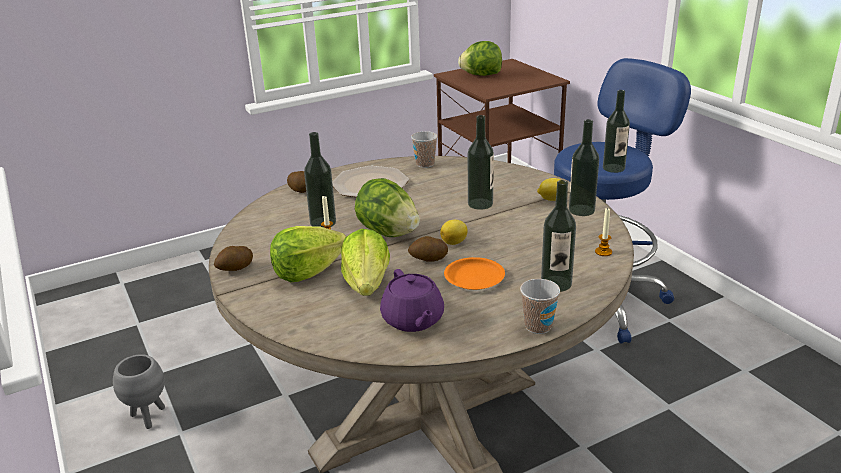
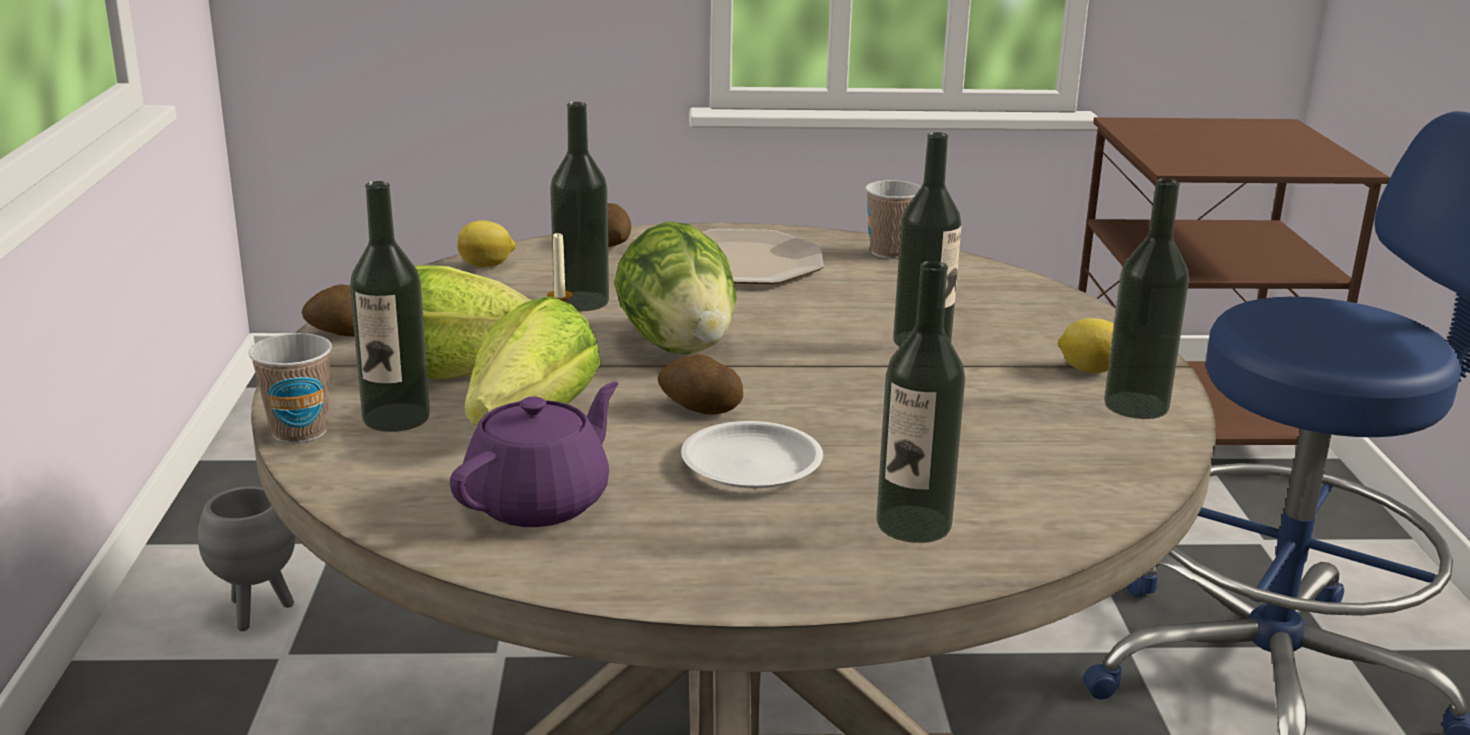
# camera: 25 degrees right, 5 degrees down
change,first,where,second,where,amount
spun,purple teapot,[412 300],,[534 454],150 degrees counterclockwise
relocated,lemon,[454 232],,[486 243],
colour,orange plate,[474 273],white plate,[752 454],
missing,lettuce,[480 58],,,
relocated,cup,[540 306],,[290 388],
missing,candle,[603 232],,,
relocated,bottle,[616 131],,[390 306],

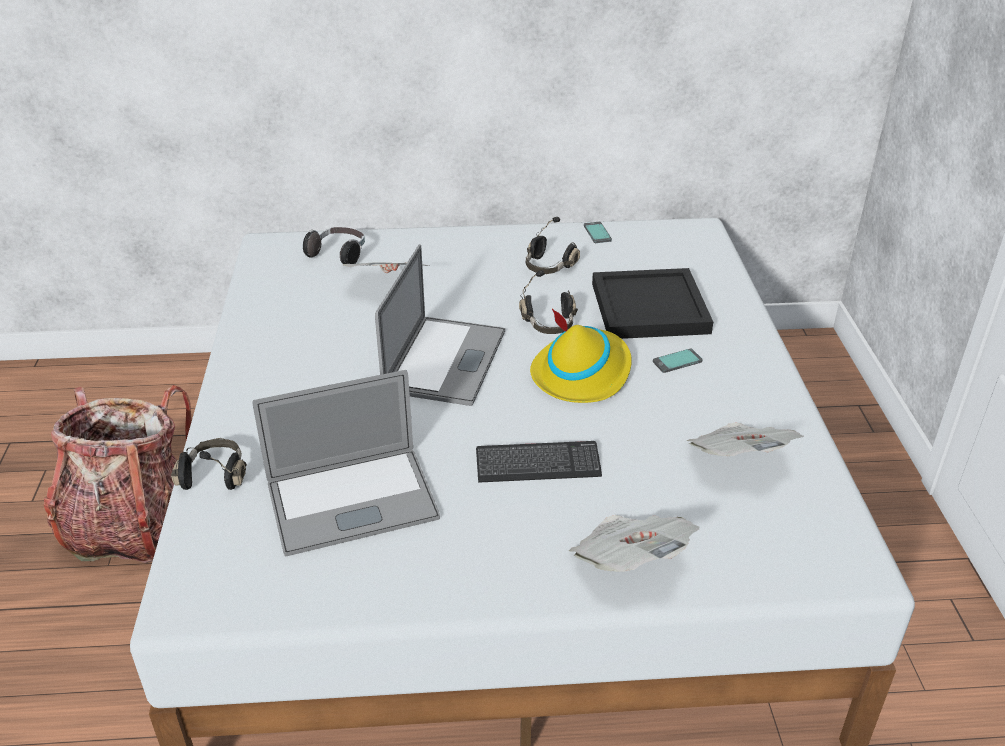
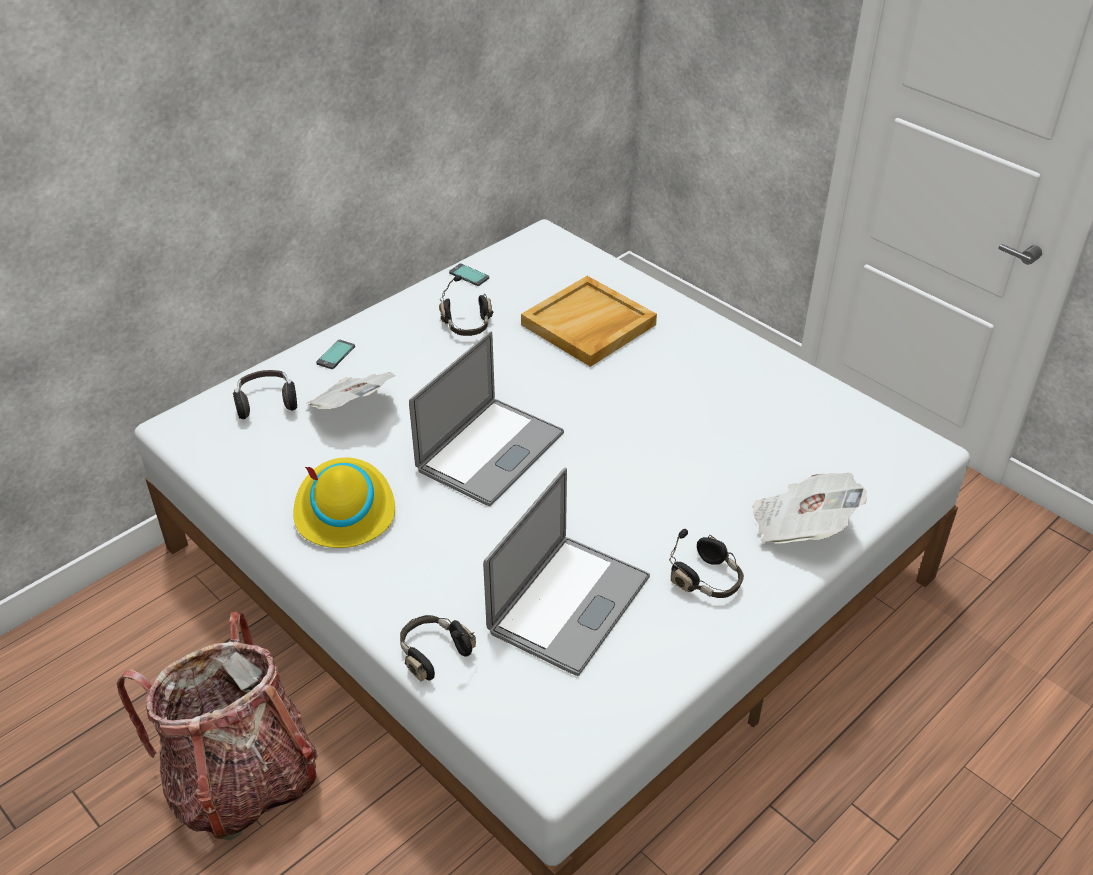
# camera: 40 degrees left, 5 degrees up
change,first,where,second,where,amount
spun,laptop,[440 325],,[486 418],60 degrees clockwise
missing,keyboard,[539 462],,,
relocated,black headphones,[548 302],,[706 563],
relocated,yellow hat,[581 356],,[344 502],
colour,black tray,[652 303],beige tray,[589 321],
relocated,phone,[678 361],,[335 354],
missing,newspaper,[745 439],,,

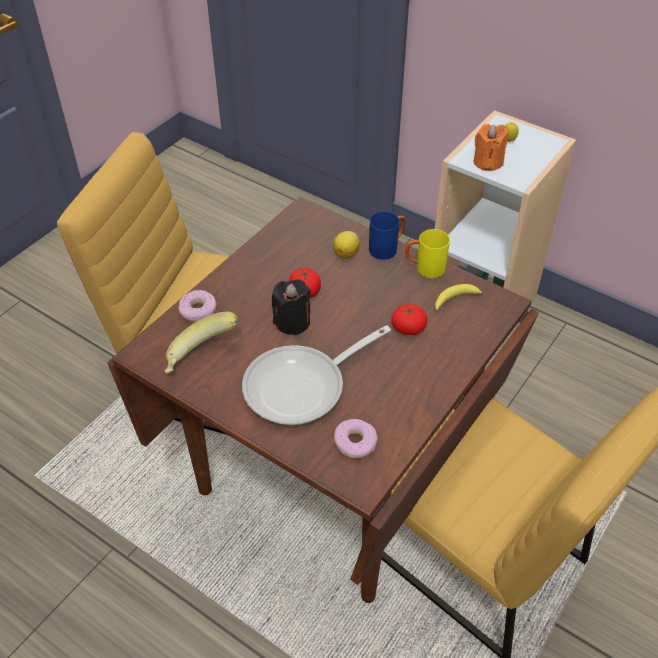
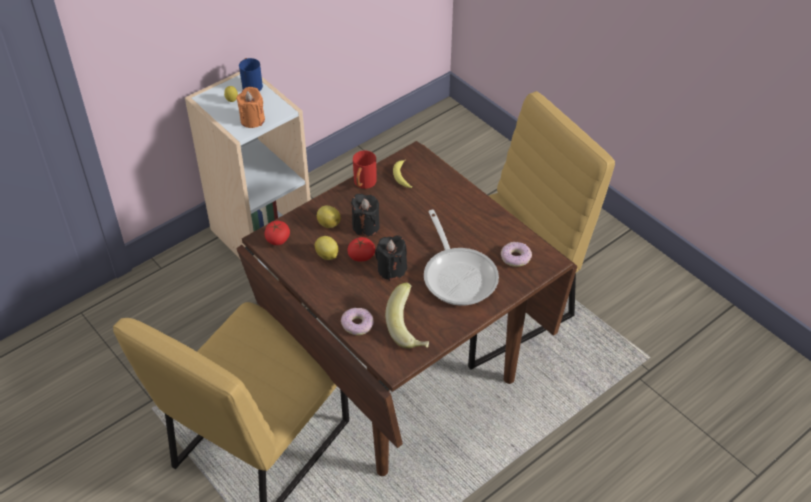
# camera: 75 degrees left, 0 degrees up
change,first,where,second,where,amount
relocated,blue mug,[387 235],,[251 74],
relocated,tomato,[409 319],,[277 233],
colour,yellow mug,[427 253],red mug,[365 169],
appeared,,,lemon,[327 248],
appeared,,,black candle,[365 215],

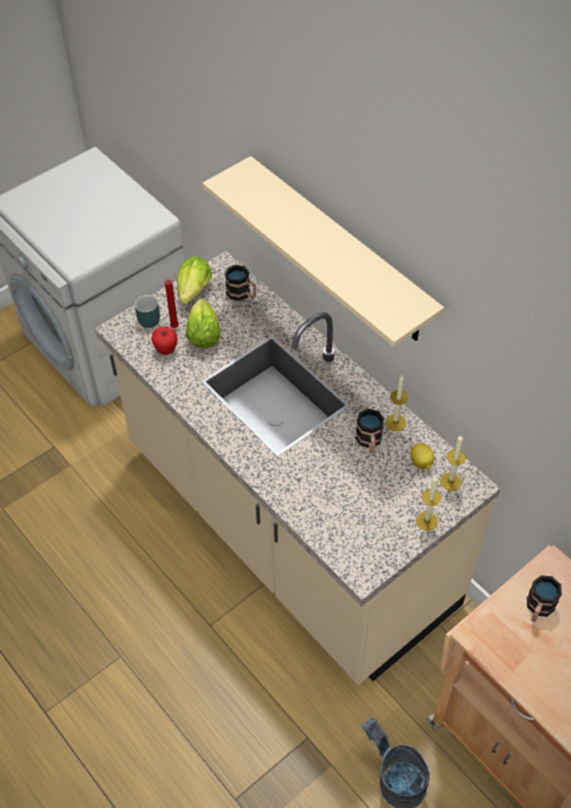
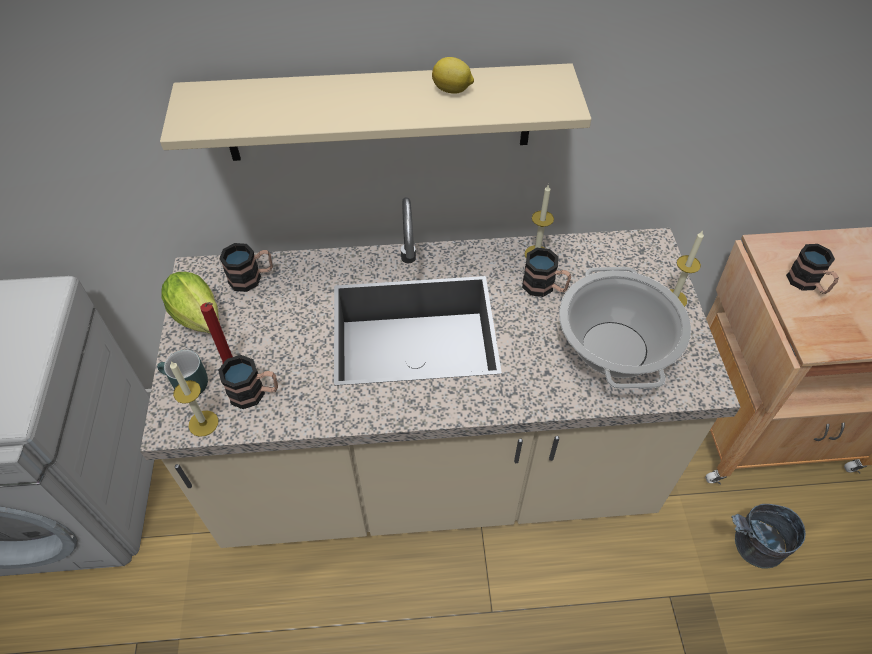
# camera: 55 degrees left, 0 degrees up
change,first,where,second,where,amount
exchanged,apple,[164 341],mug,[248 382],
missing,lettuce,[203 323],,,
relocated,lemon,[422 456],,[453 75],
relocated,candle,[453 463],,[194 399],
appeared,,,cooking pot,[625 328],

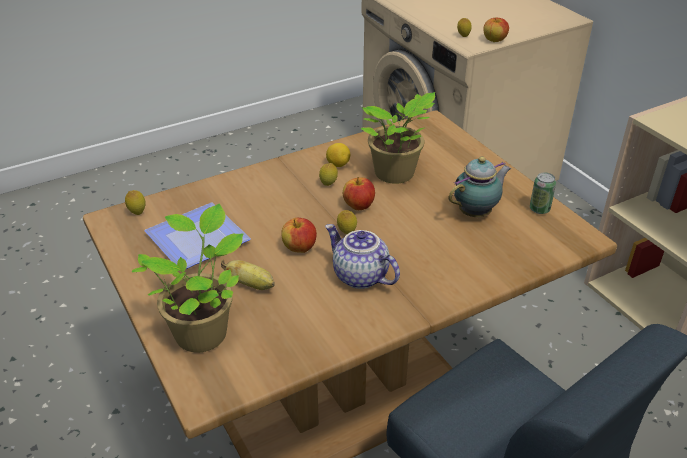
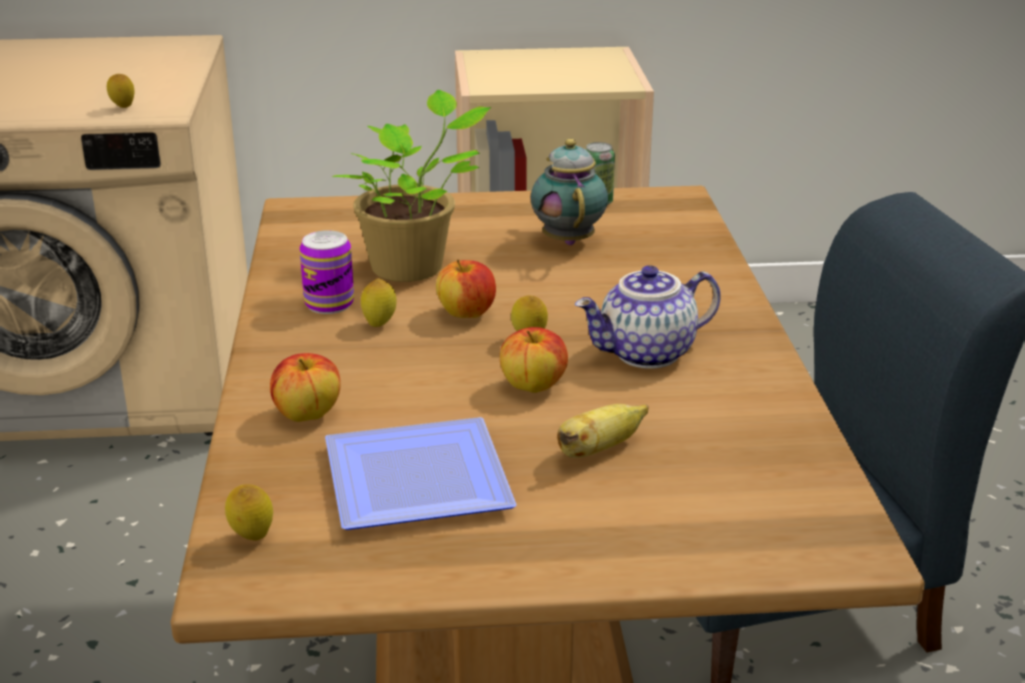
# camera: 65 degrees left, 10 degrees down
change,first,where,second,where,amount
missing,potted plant,[187 278],,,
exchanged,lemon,[338 155],can,[327 272],
relocated,apple,[496 30],,[305 387],

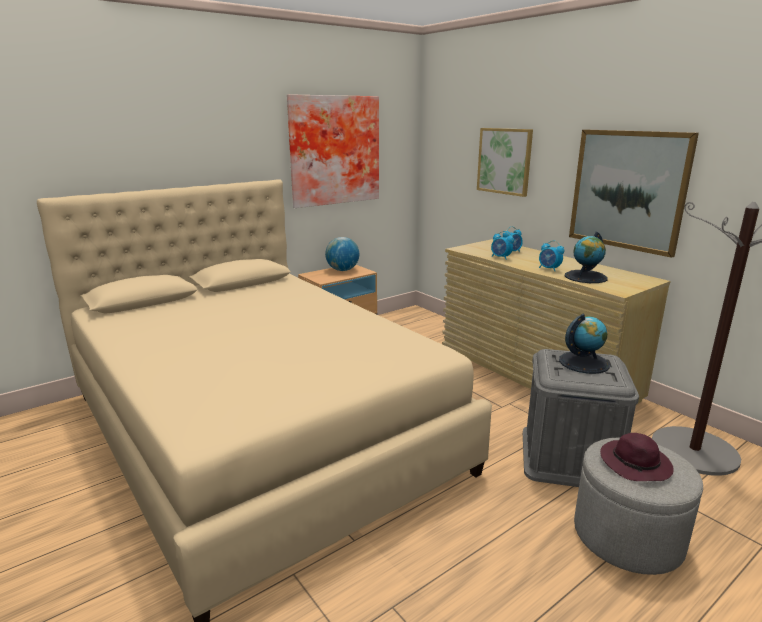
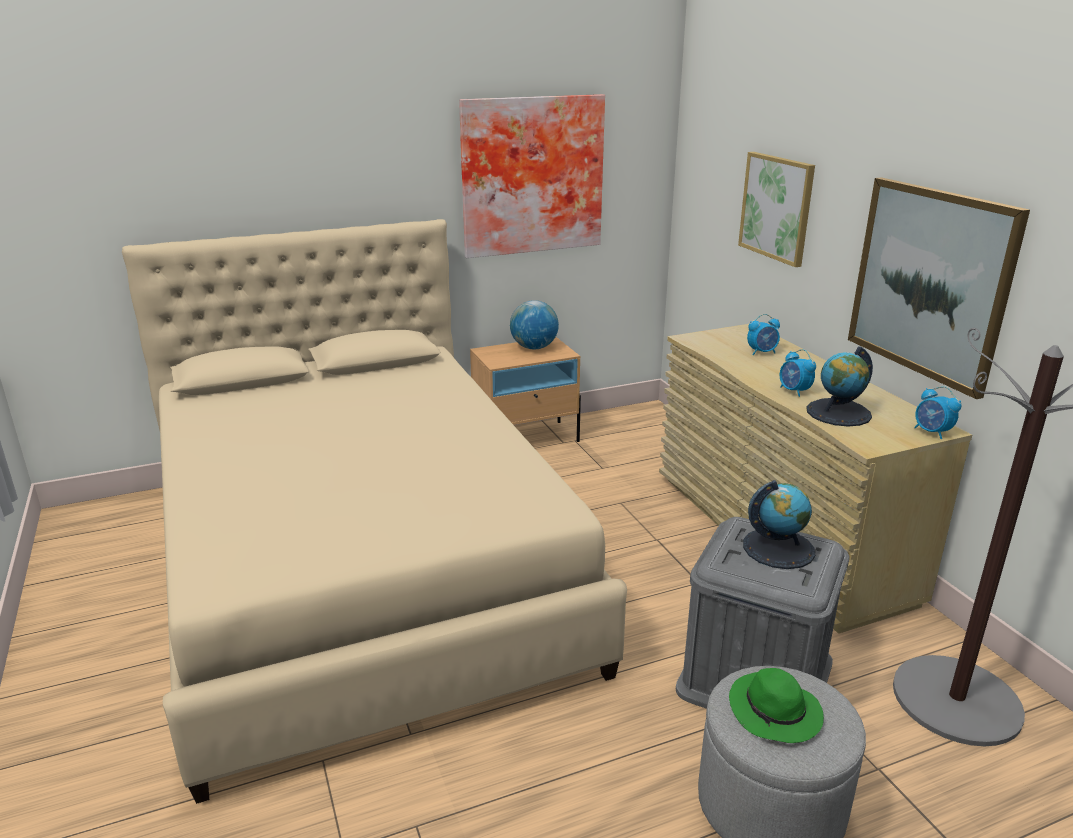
# camera: 15 degrees right, 5 degrees up
change,first,where,second,where,amount
relocated,alarm clock,[502 245],,[938 412],
colour,purple hat,[637 457],green hat,[776 705],

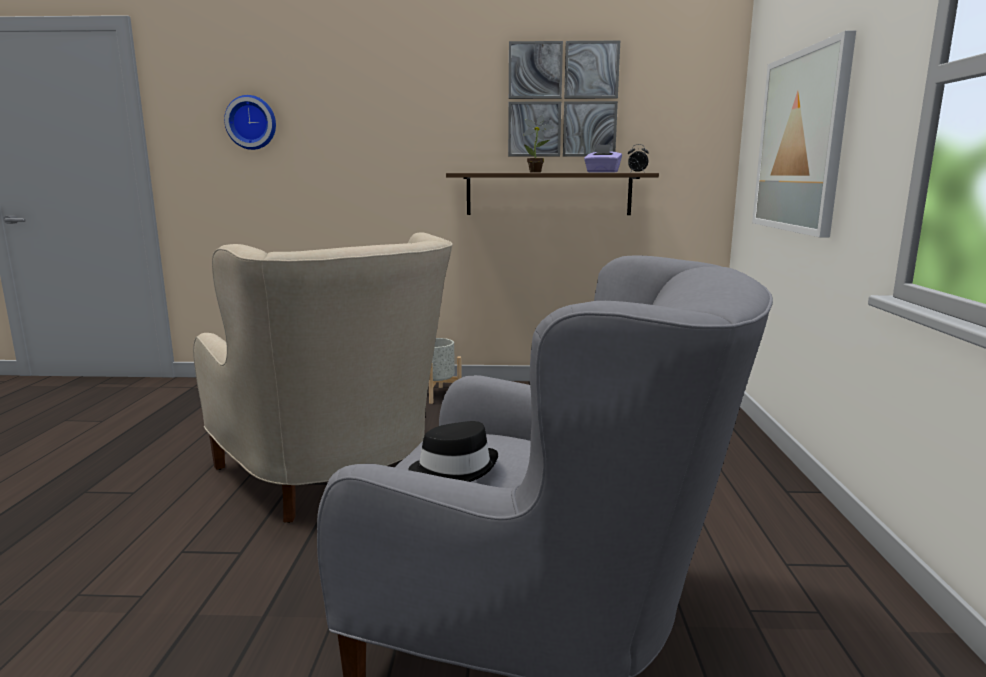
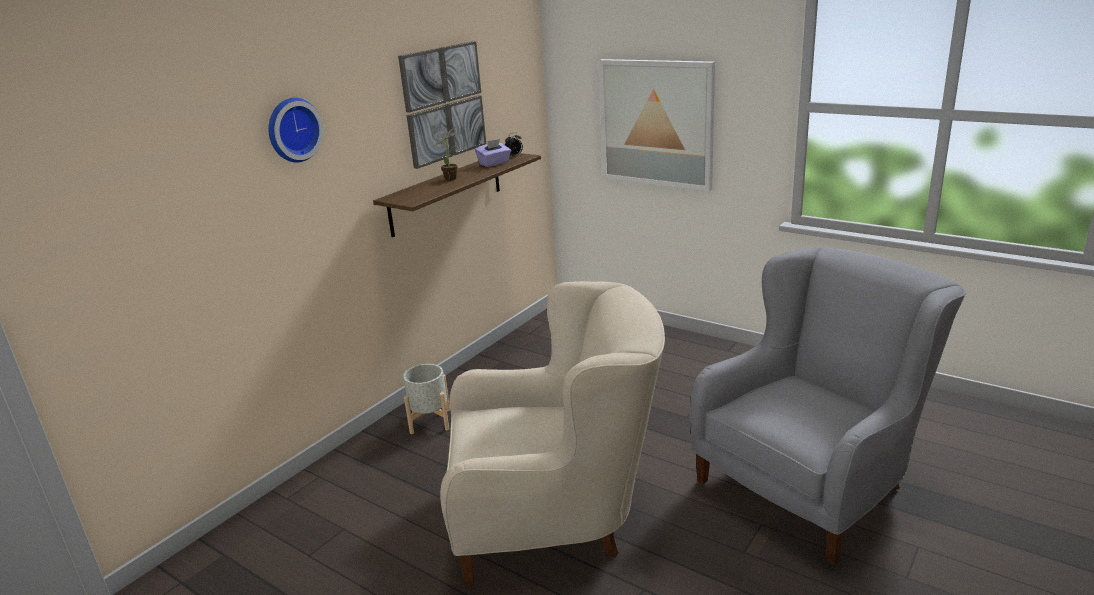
# camera: 55 degrees left, 10 degrees up
change,first,where,second,where,amount
relocated,wall clock,[250 122],,[296 130],
missing,black hat,[453 451],,,

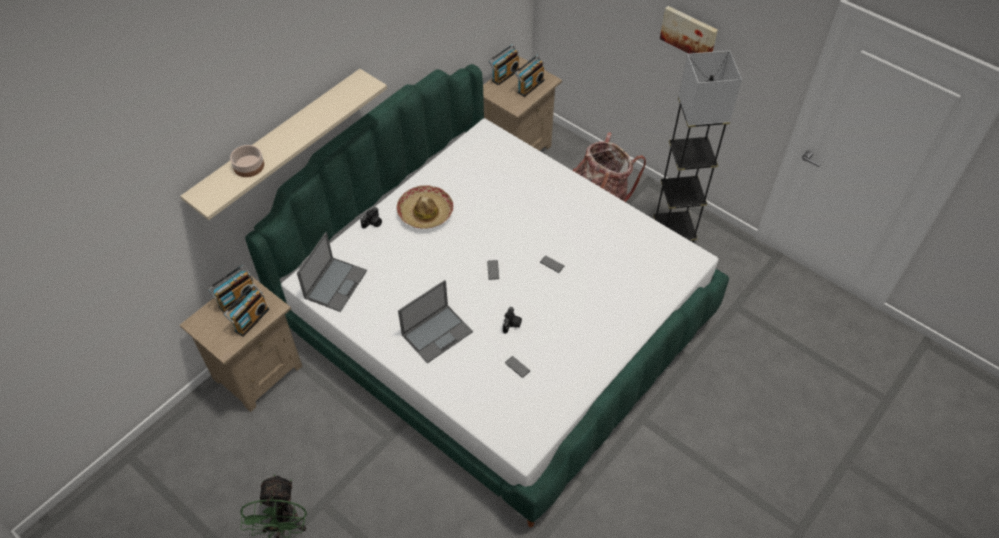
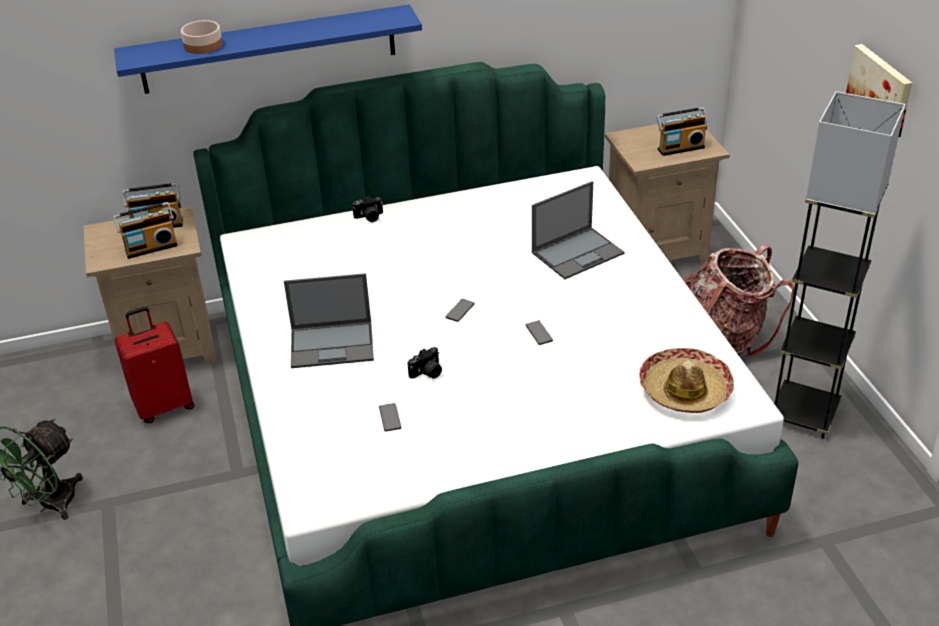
# camera: 35 degrees right, 15 degrees down
change,first,where,second,where,amount
colour,beige shelf,[283 144],blue shelf,[268 49],
relocated,laptop,[332 272],,[578 230],
relocated,hat,[425 207],,[686 380],
missing,radio,[504 64],,,
appeared,,,red suitcase,[154 365],

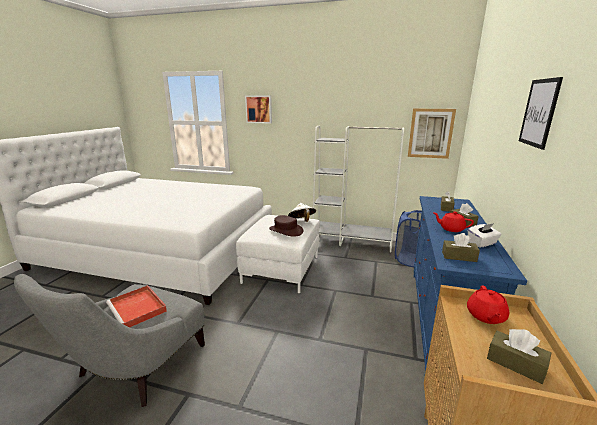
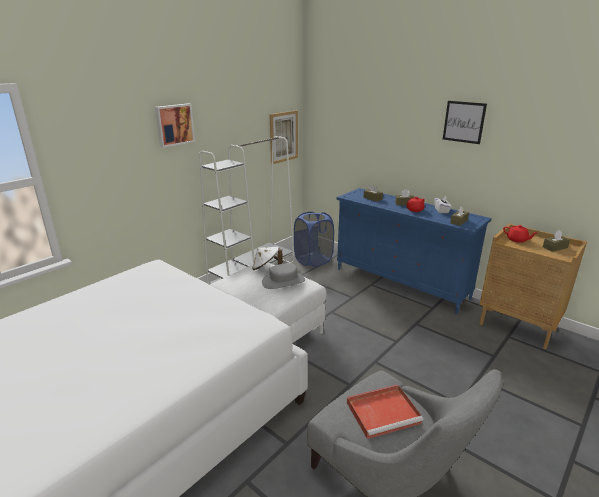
# camera: 65 degrees left, 5 degrees up
change,first,where,second,where,amount
relocated,picture,[258 109],,[175 125],
colour,brown hat,[286 226],grey hat,[283 276],

